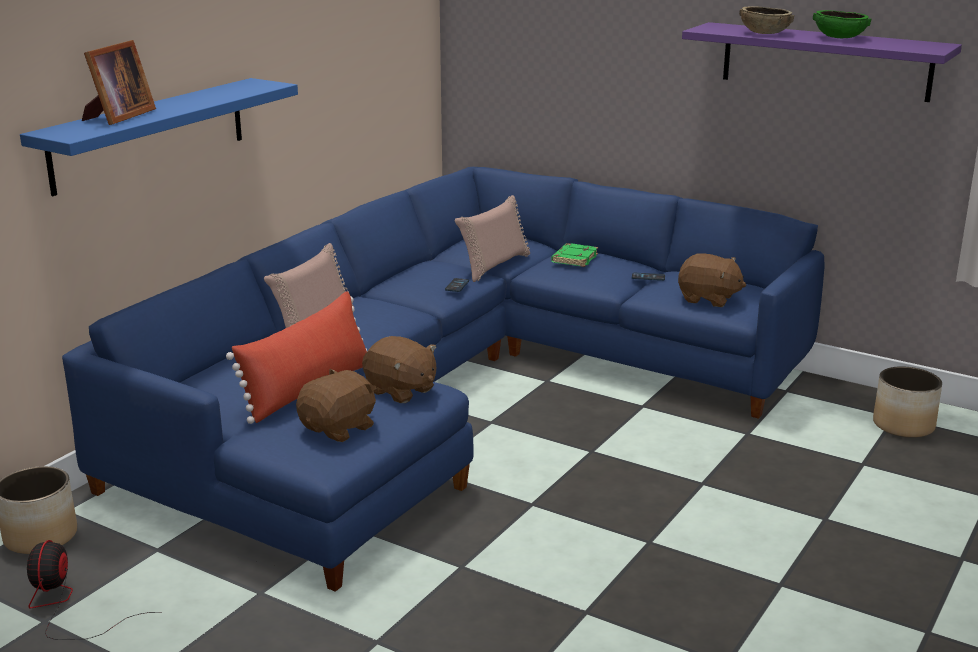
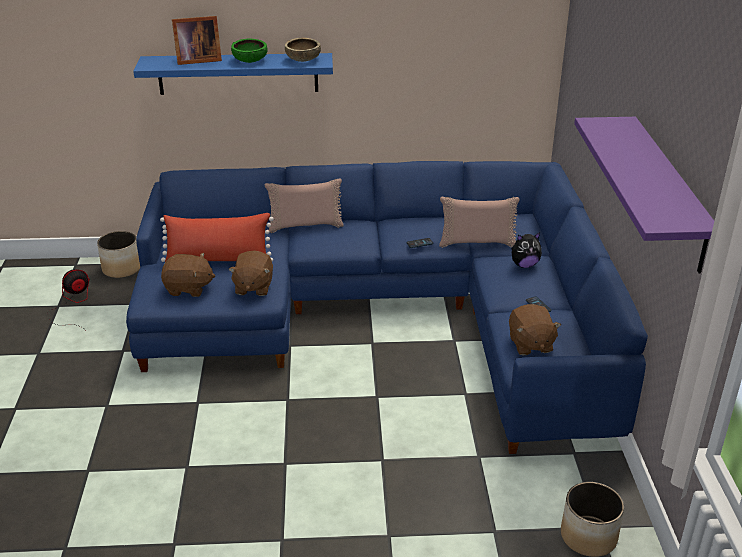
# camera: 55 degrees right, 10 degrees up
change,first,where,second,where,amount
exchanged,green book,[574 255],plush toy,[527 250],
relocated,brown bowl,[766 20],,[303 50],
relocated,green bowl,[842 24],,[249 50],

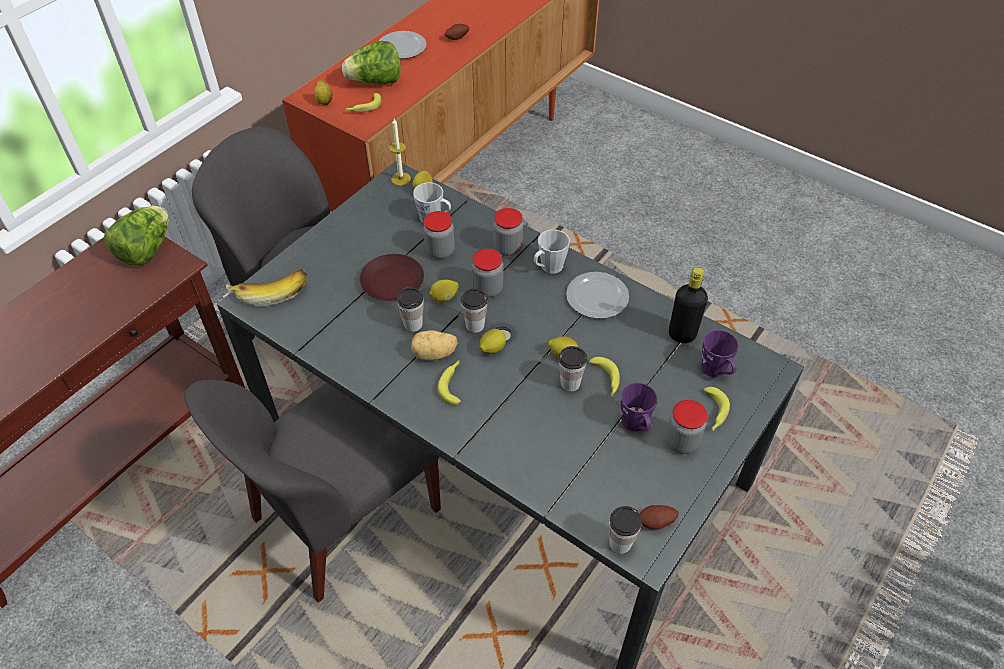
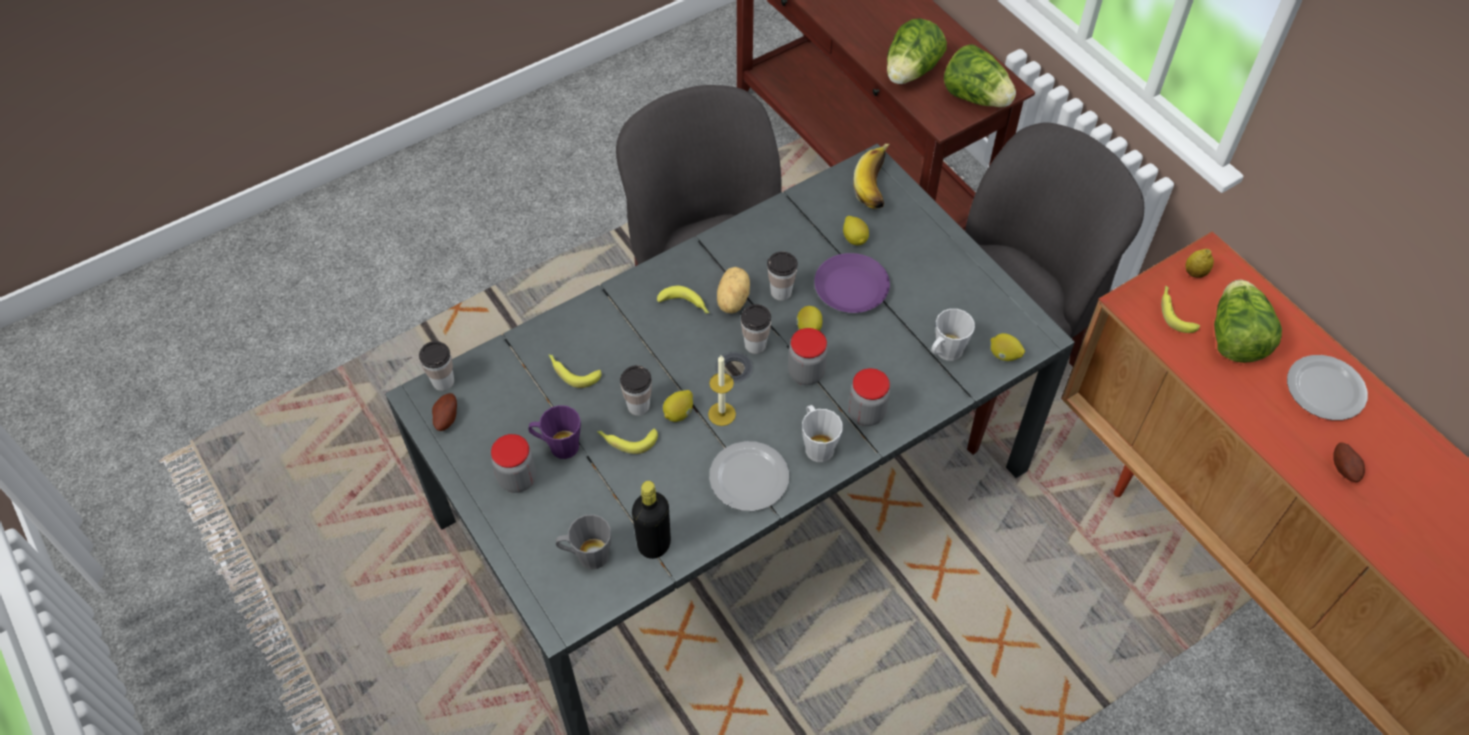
# camera: 110 degrees right, 5 degrees up
change,first,where,second,where,amount
colour,brown plate,[392 277],purple plate,[852 283],
relocated,candle,[400 152],,[722 390],
missing,jar,[439 235],,,
relocated,lemon,[492 341],,[856 230],
colour,purple mug,[720 353],grey mug,[583 541],
relocated,banana,[716 409],,[575 371],
appeared,,,lettuce,[917 51],

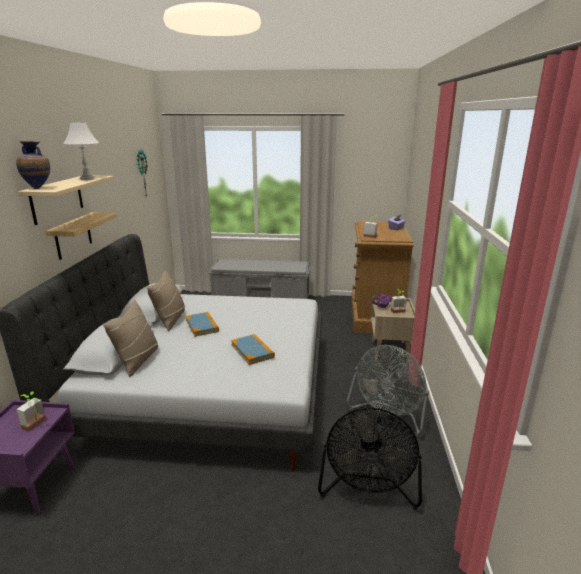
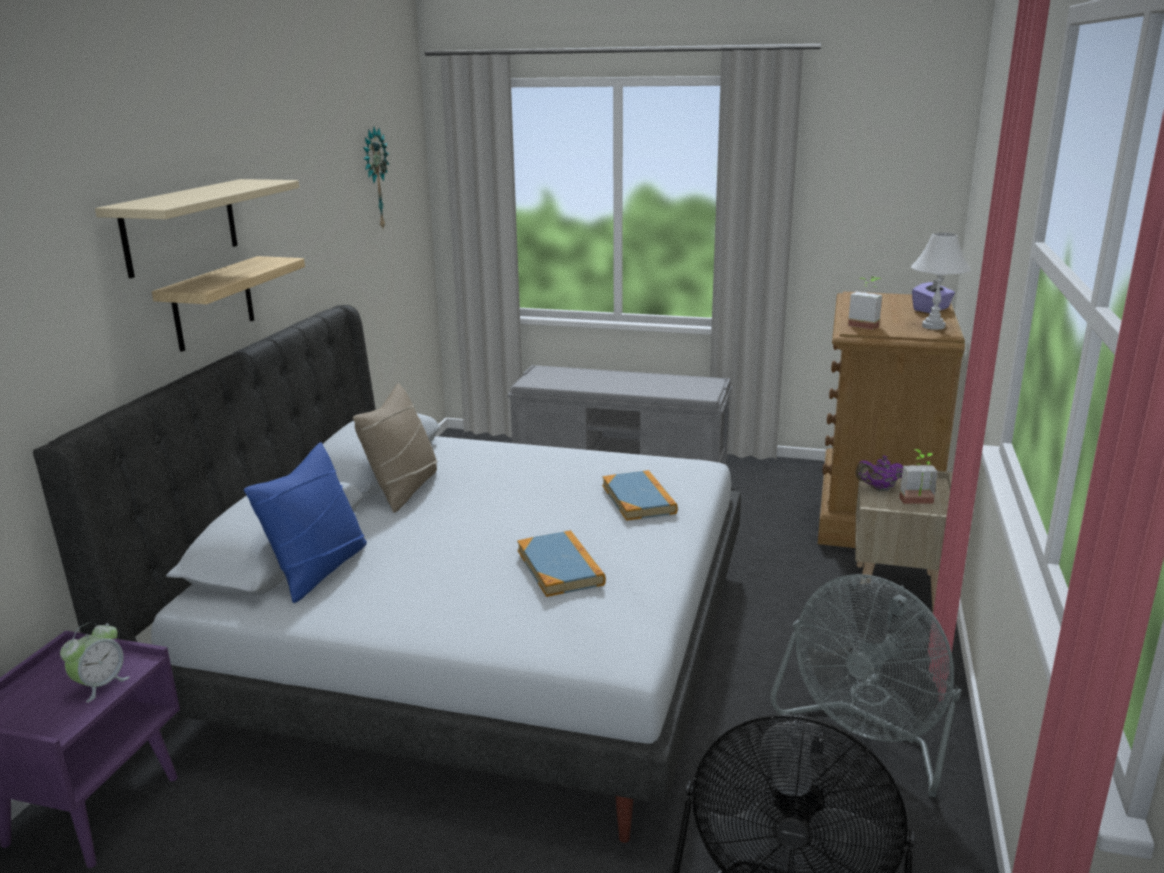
# camera: 10 degrees right, 0 degrees up
change,first,where,second,where,amount
missing,vase,[33 165],,,
exchanged,potted plant,[31 411],alarm clock,[94 662],
relocated,white table lamp,[81 151],,[941 281],
colour,beige pillow,[131 338],blue pillow,[305 522],
relocated,book,[202 324],,[640 495],

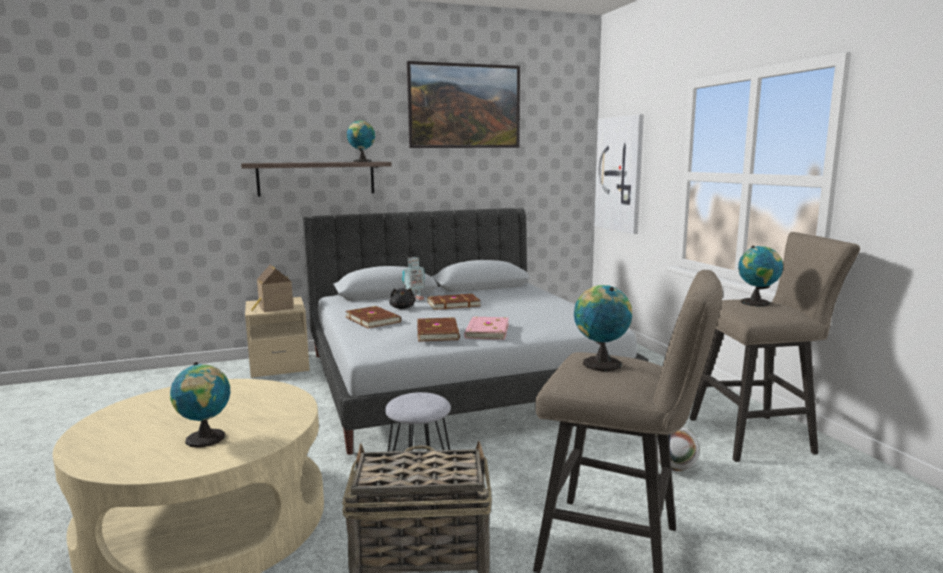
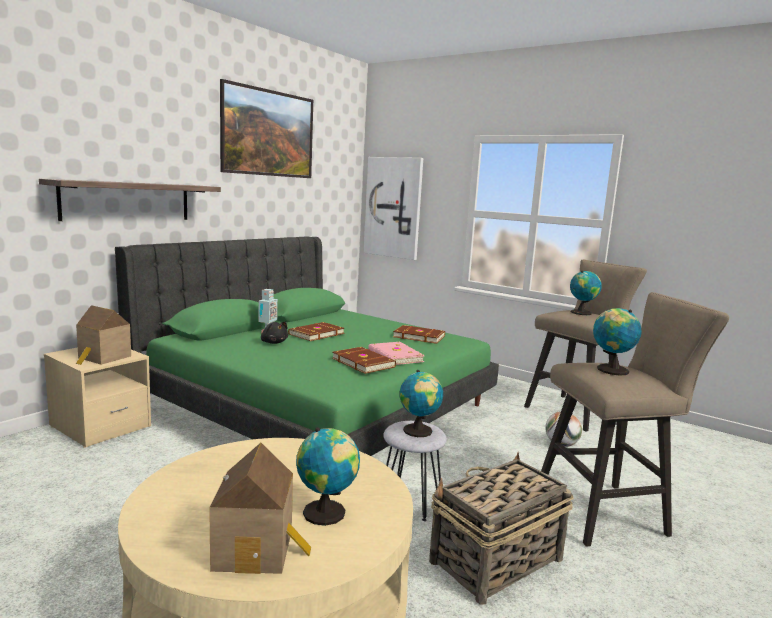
# camera: 35 degrees left, 0 degrees up
change,first,where,second,where,amount
colour,grey bed,[476 331],green bed,[307 346],
relocated,brown book,[373 317],,[419 334],
relocated,globe,[361 141],,[421 403],
appeared,,,toy house,[260 508],

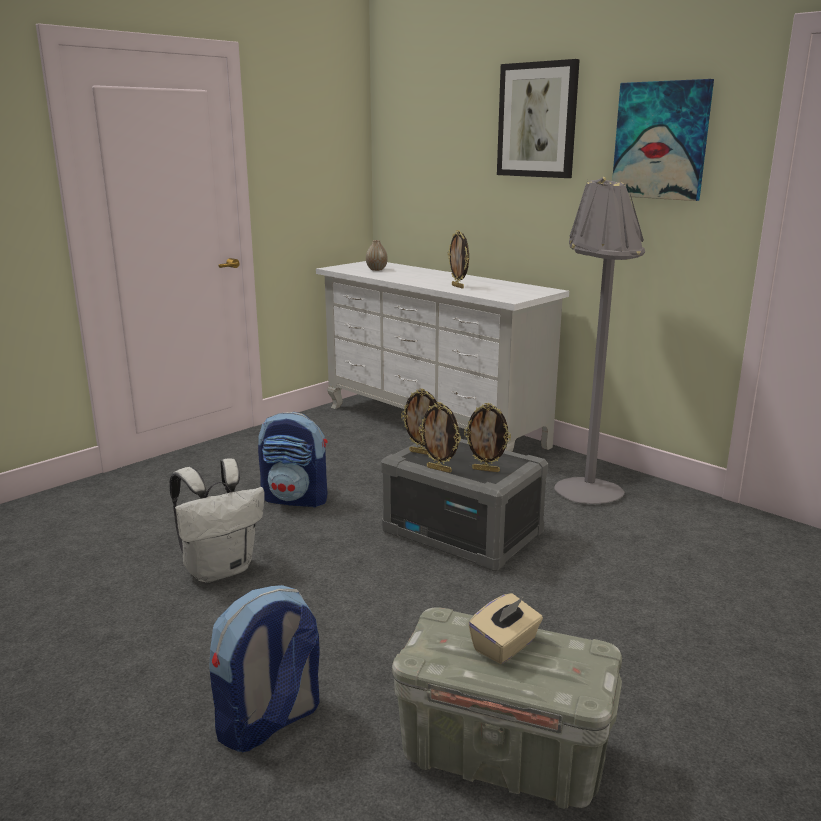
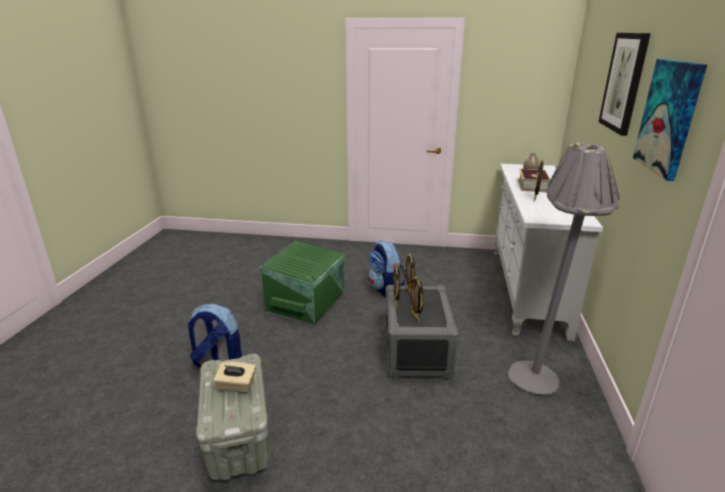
# camera: 55 degrees right, 5 degrees up
change,first,where,second,where,amount
exchanged,white backpack,[217 520],green storage box,[302 282],
appeared,,,book,[534 180],

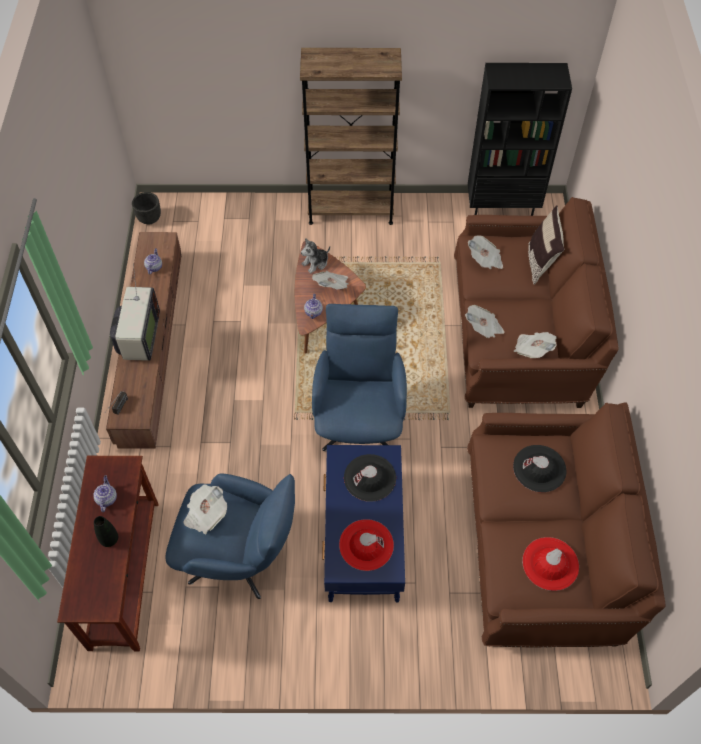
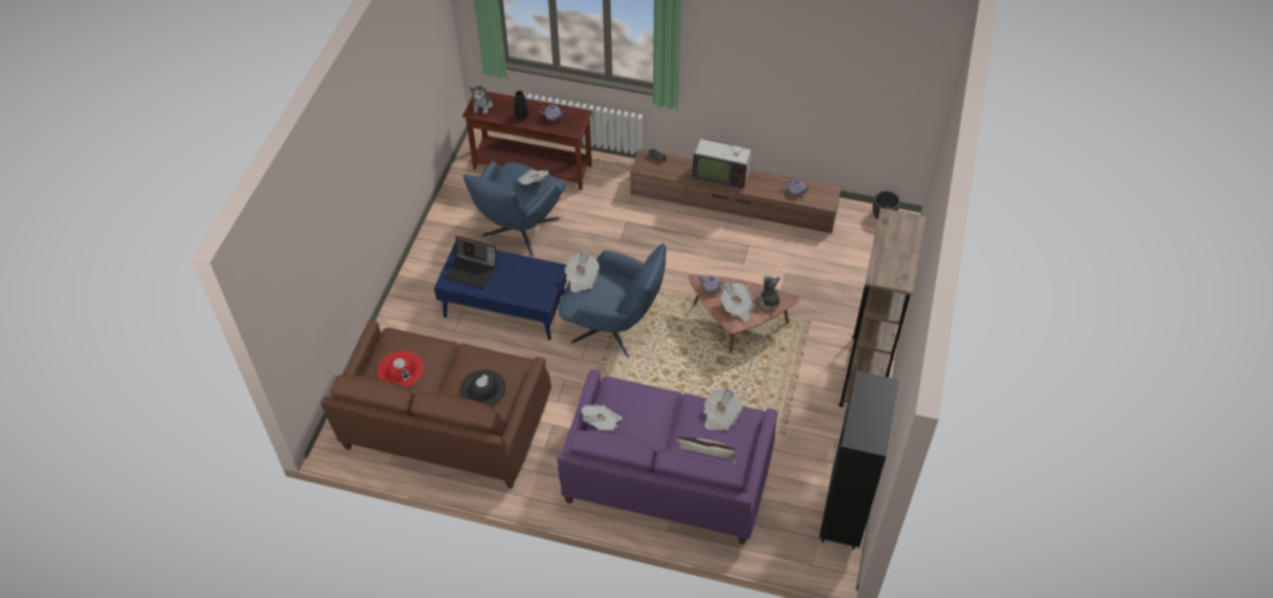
# camera: 105 degrees right, 5 degrees down
change,first,where,second,where,amount
exchanged,red hat,[366 545],laptop,[470 262],
missing,black hat,[370 478],,,
colour,brown sofa,[536 302],purple sofa,[667 457],
relocated,newspaper,[485 321],,[582 272],
appeared,,,plush toy,[480 99],

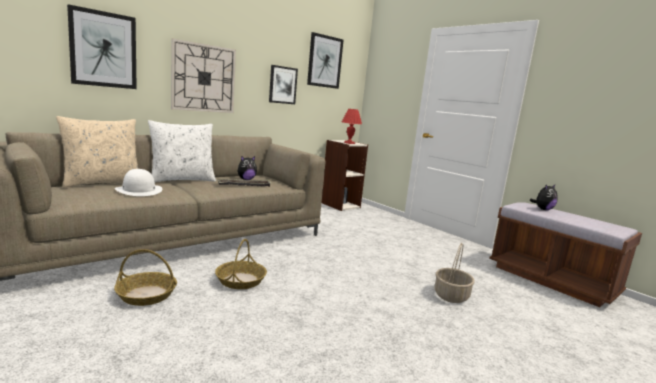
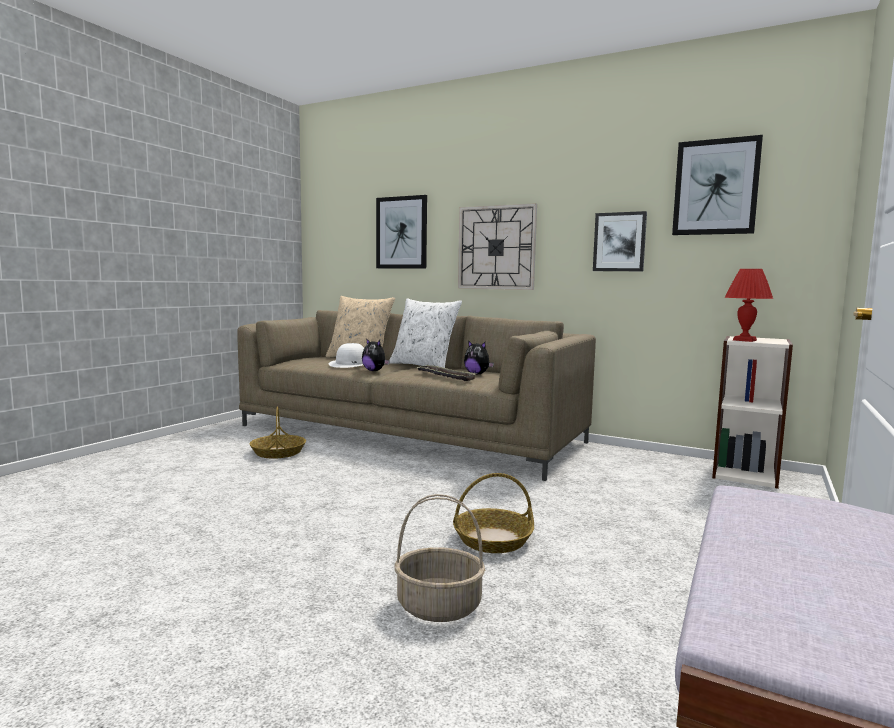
# camera: 70 degrees right, 5 degrees down
change,first,where,second,where,amount
relocated,basket,[241 264],,[493 513],
relocated,plush toy,[544 197],,[376 354],

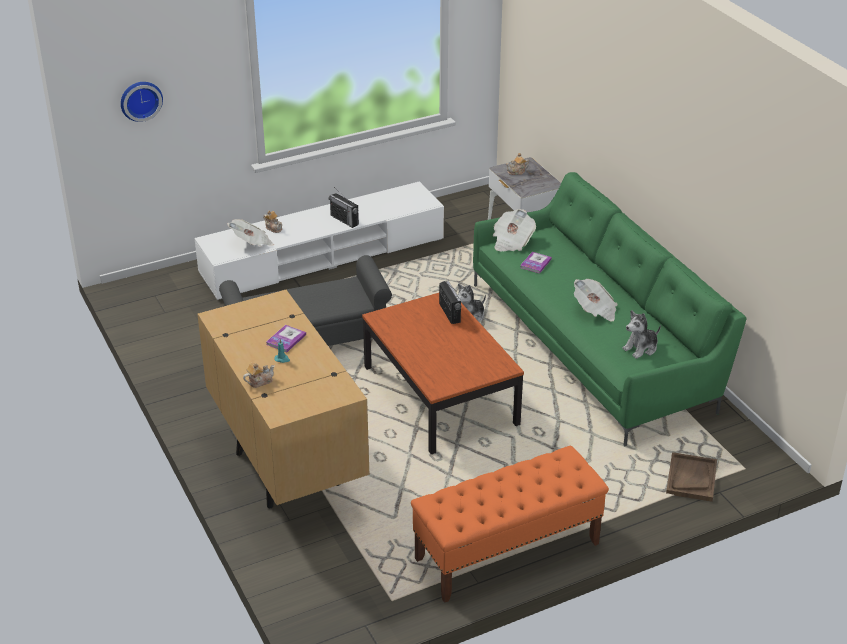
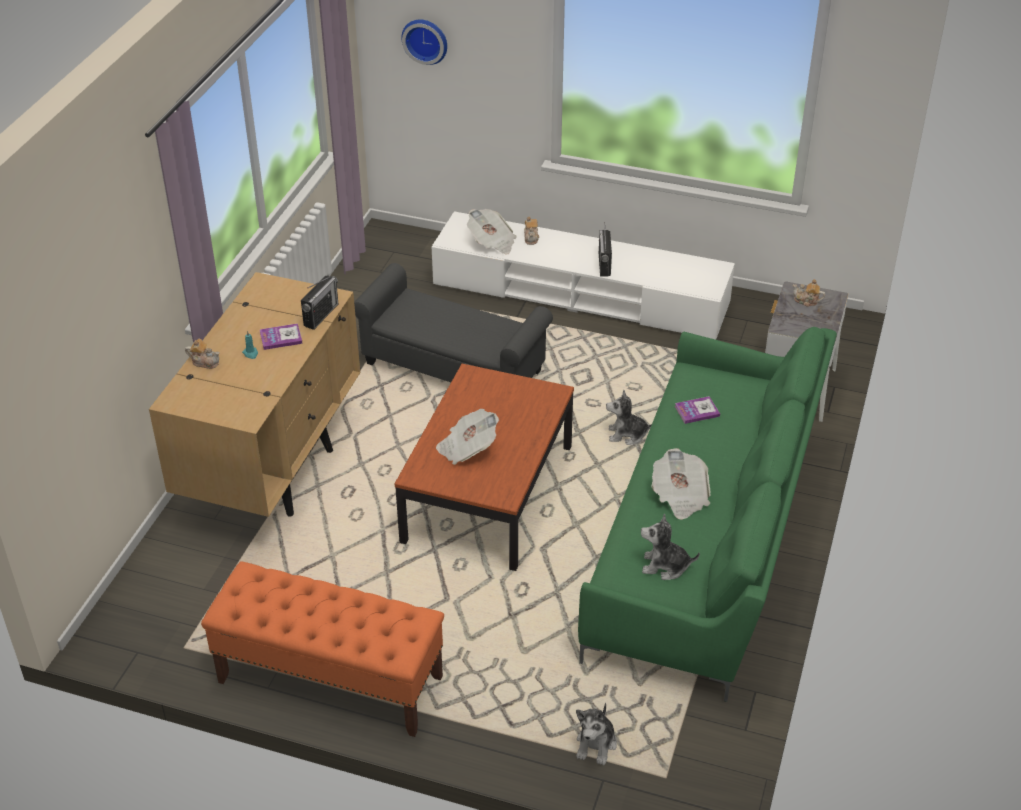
# camera: 45 degrees right, 5 degrees up
change,first,where,second,where,amount
relocated,radio,[450 302],,[319 302],
relocated,newspaper,[514 230],,[467 437],
exchanged,brown tray,[691 477],plush toy,[596 734],

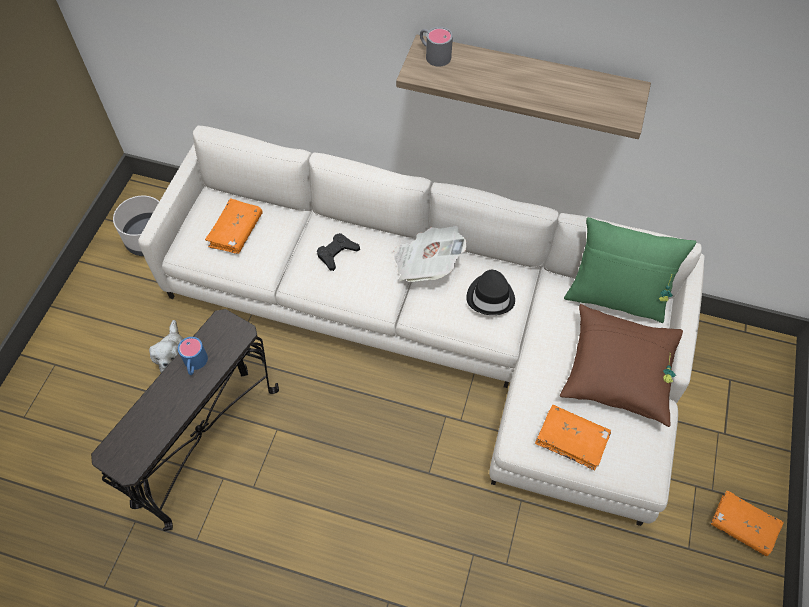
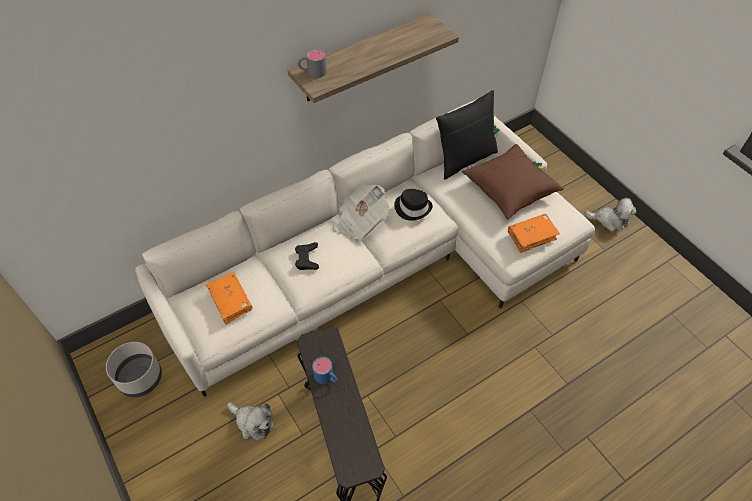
# camera: 50 degrees left, 5 degrees down
change,first,where,second,where,amount
colour,green pillow,[630 270],black pillow,[467 134],
exchanged,orange book,[747 523],plush toy,[610 215],

